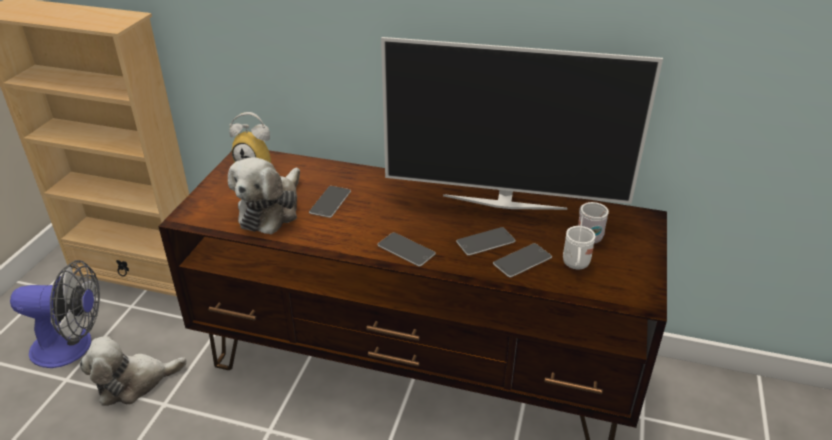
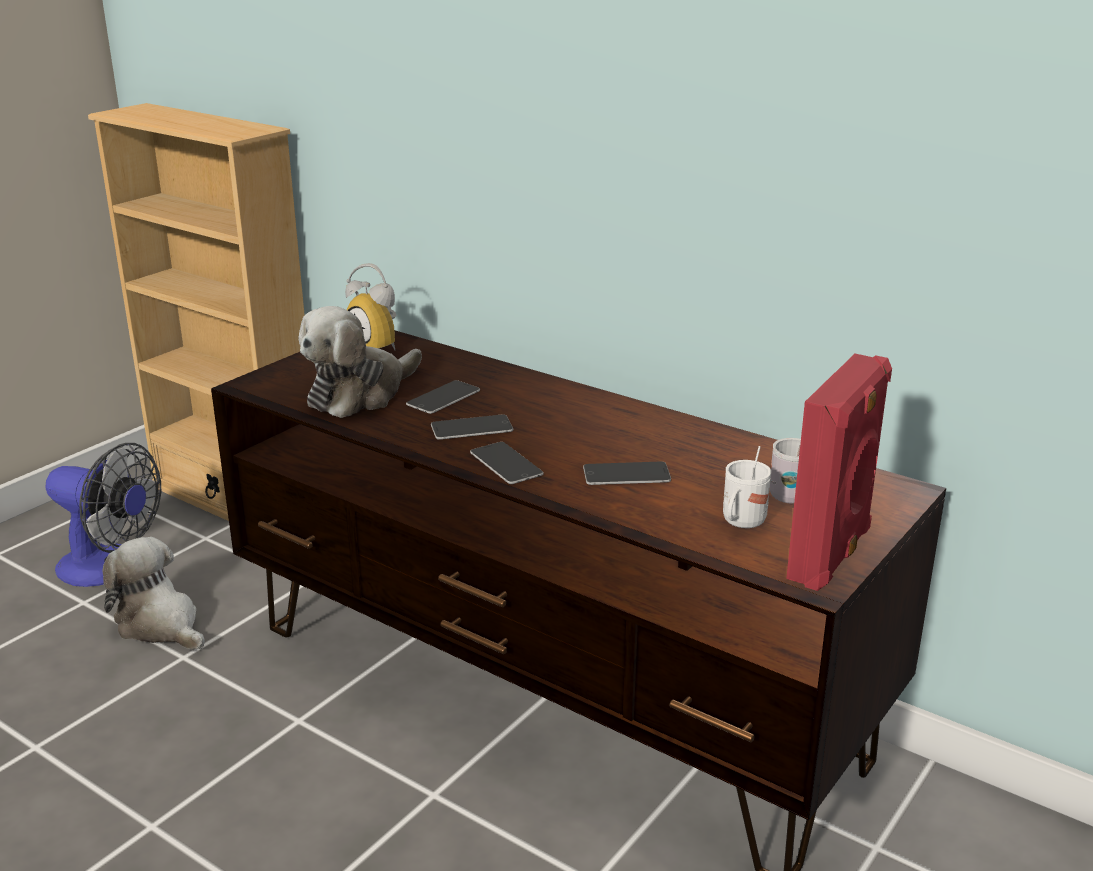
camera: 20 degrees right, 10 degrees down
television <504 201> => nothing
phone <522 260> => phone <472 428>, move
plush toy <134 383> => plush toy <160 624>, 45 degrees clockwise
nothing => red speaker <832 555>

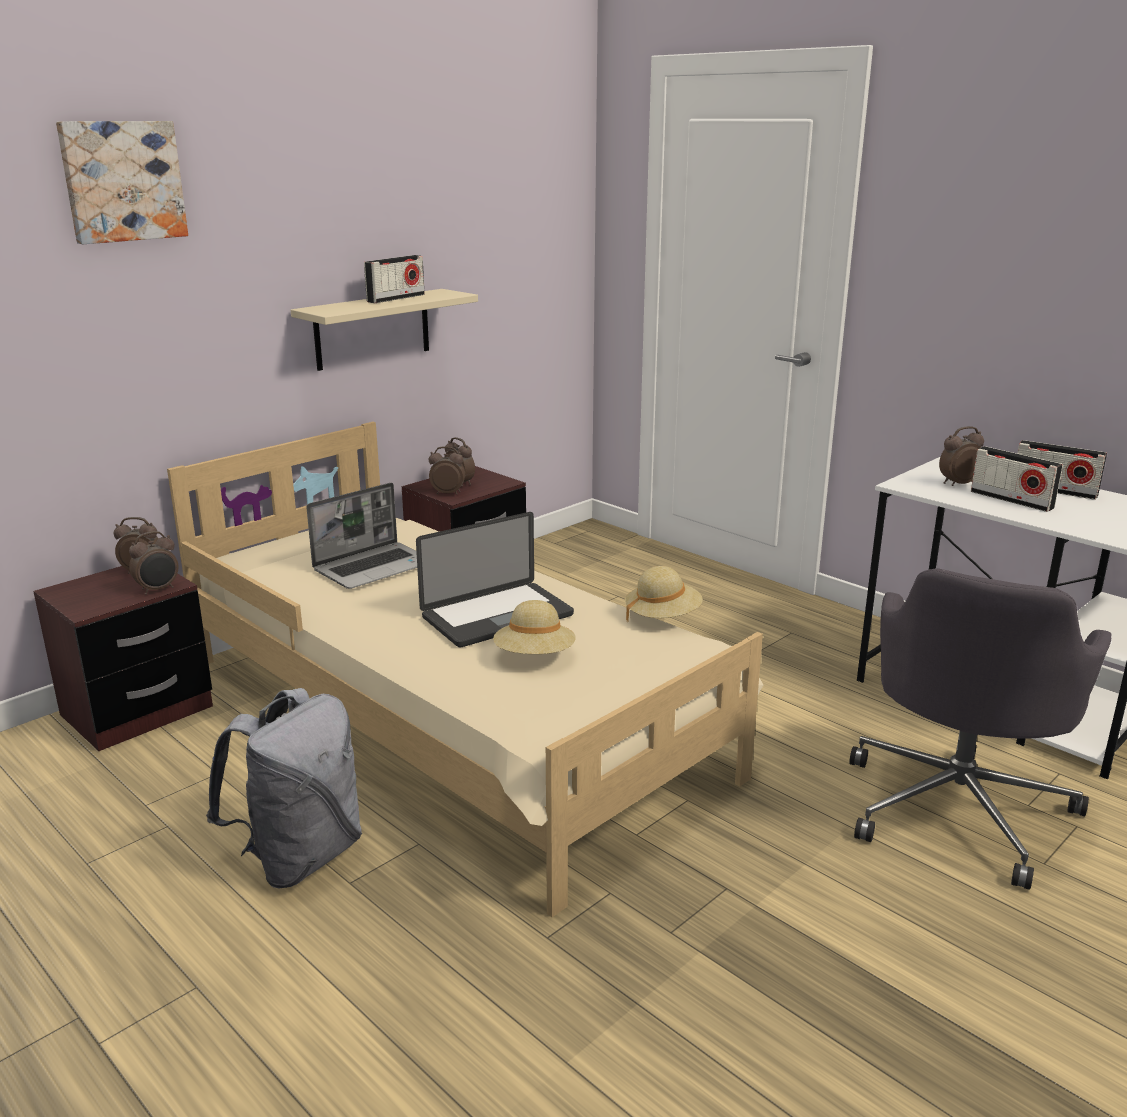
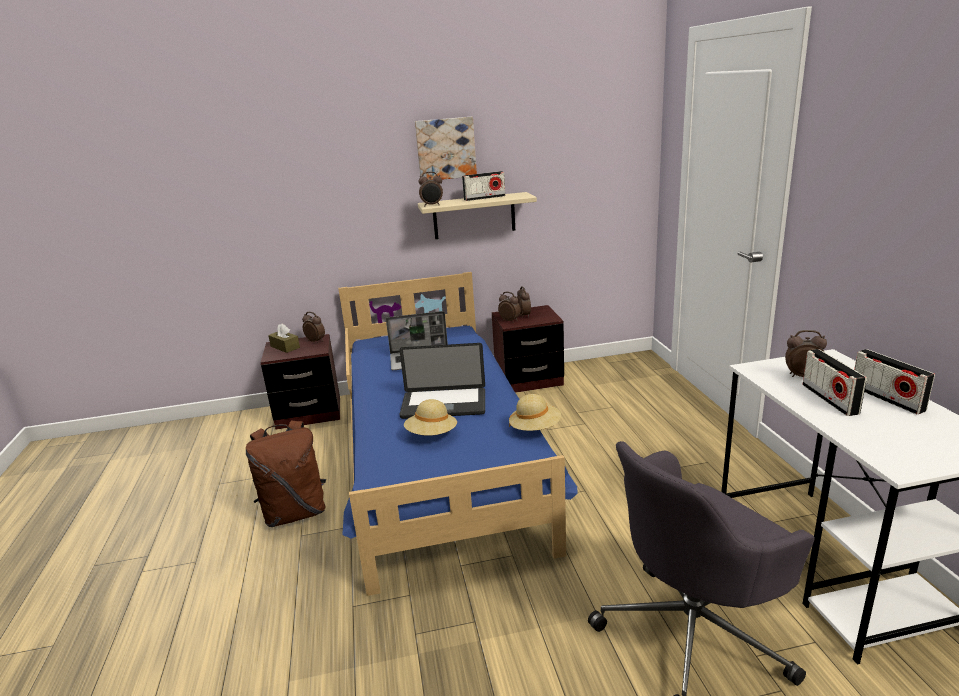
camera: 35 degrees right, 0 degrees up
picture <122 181> => picture <445 148>, move
beige bed <452 717> => blue bed <439 458>
alarm clock <158 589> => alarm clock <432 205>, move
grey backpack <300 857> => brown backpack <295 513>
nothing => brown tissue box <285 347>

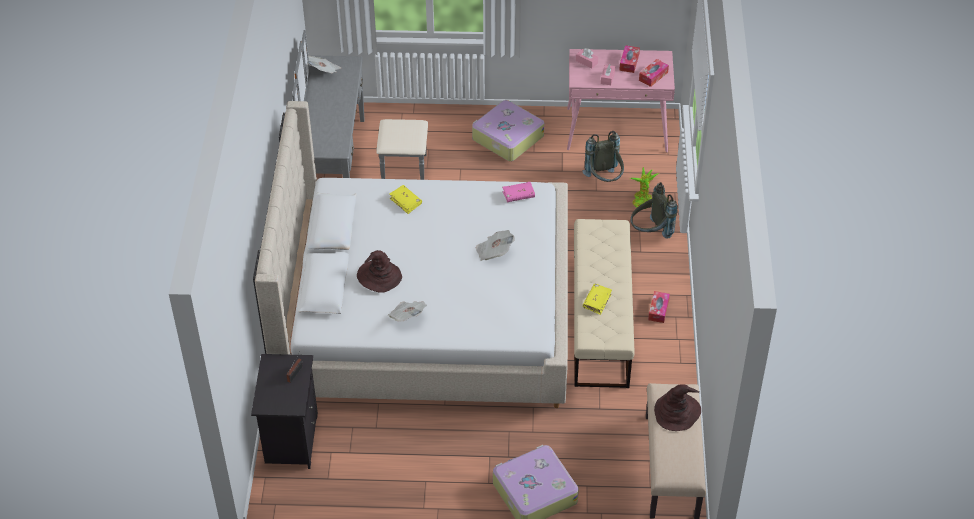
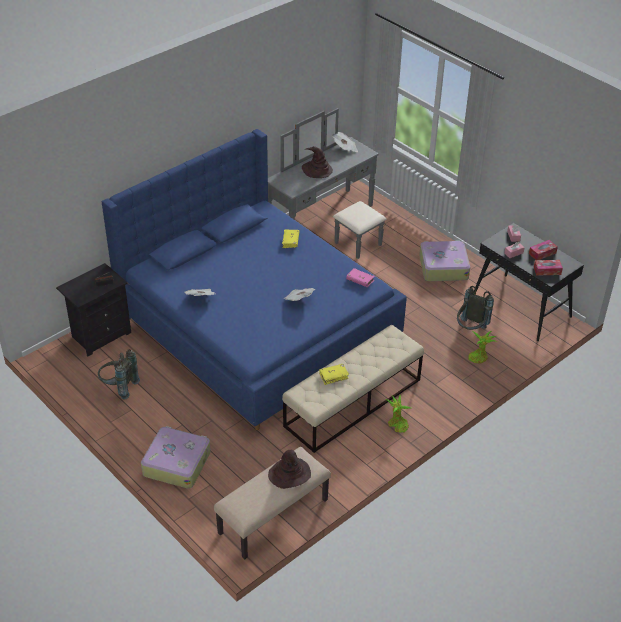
camera: 45 degrees right, 5 degrees down
pink desk <617 130> => black desk <521 307>
beige bed <425 314> => blue bed <257 326>
grey backpack <650 233> => grey backpack <119 387>, move
brown hat <378 277> => brown hat <317 170>, move
tissue box <658 310> => potted plant <397 424>

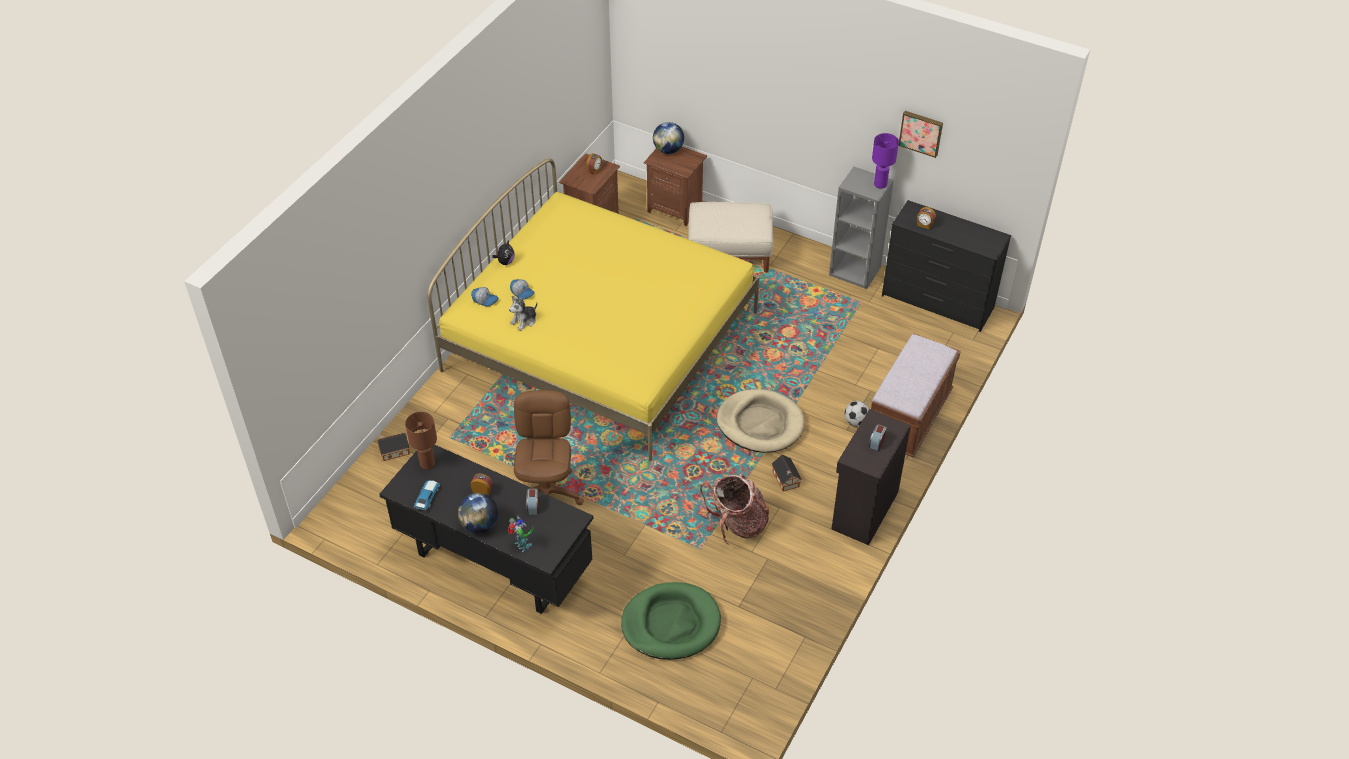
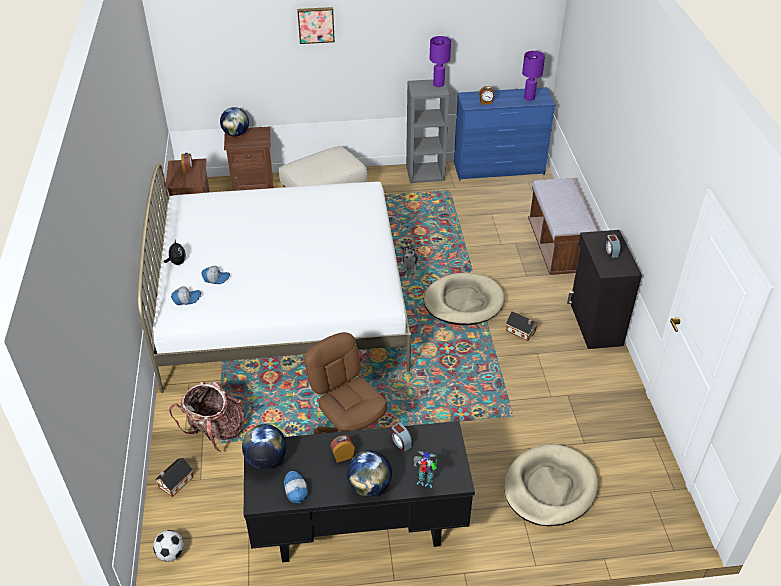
camera: 35 degrees left, 5 degrees down
picture <921 132> => picture <316 24>, move
yellow bed <601 341> => white bed <283 303>
black dresser <937 302> => blue dresser <499 169>
plush toy <524 321> => plush toy <410 265>, move
football <855 422> => football <171 554>, move
brown table lamp <427 463> => globe <266 459>
backpack <737 524> => backpack <216 431>, move
toy car <427 497> => cap <295 490>
green dog bed <671 623> => beige dog bed <549 488>
nothing => purple table lamp <529 98>

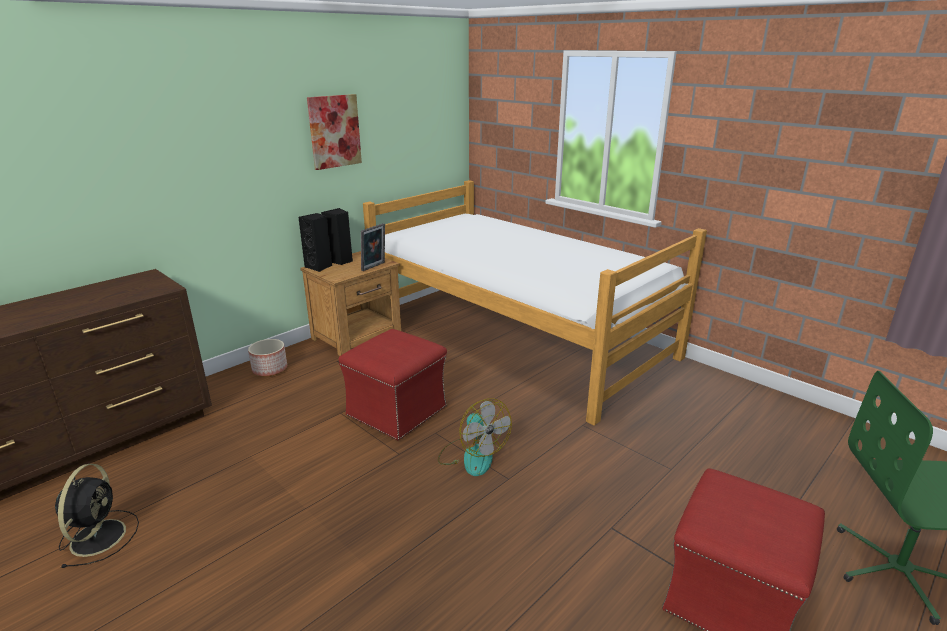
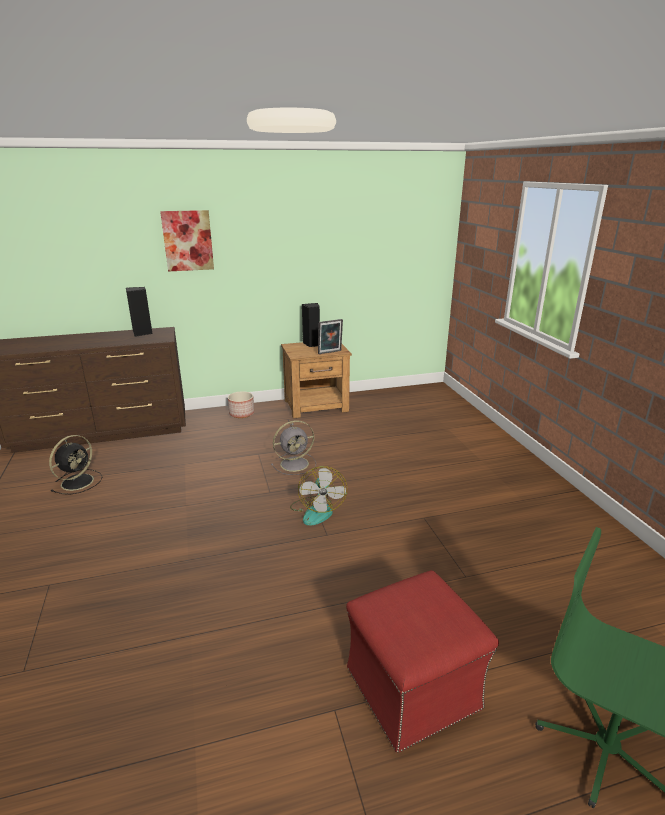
camera: 30 degrees right, 0 degrees up
picture <334 131> => picture <188 241>, move
bed <517 335> => nothing
black speaker <319 267> => black speaker <142 333>, move
red ottoman <397 410> => grey fan <295 464>

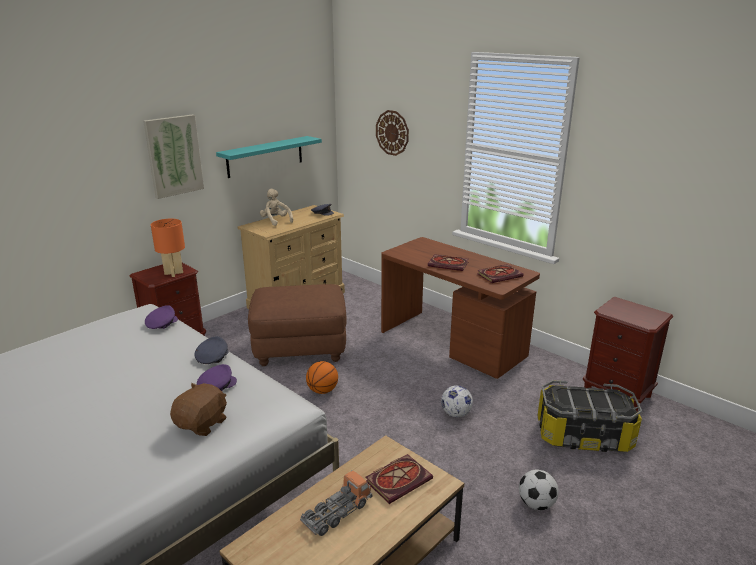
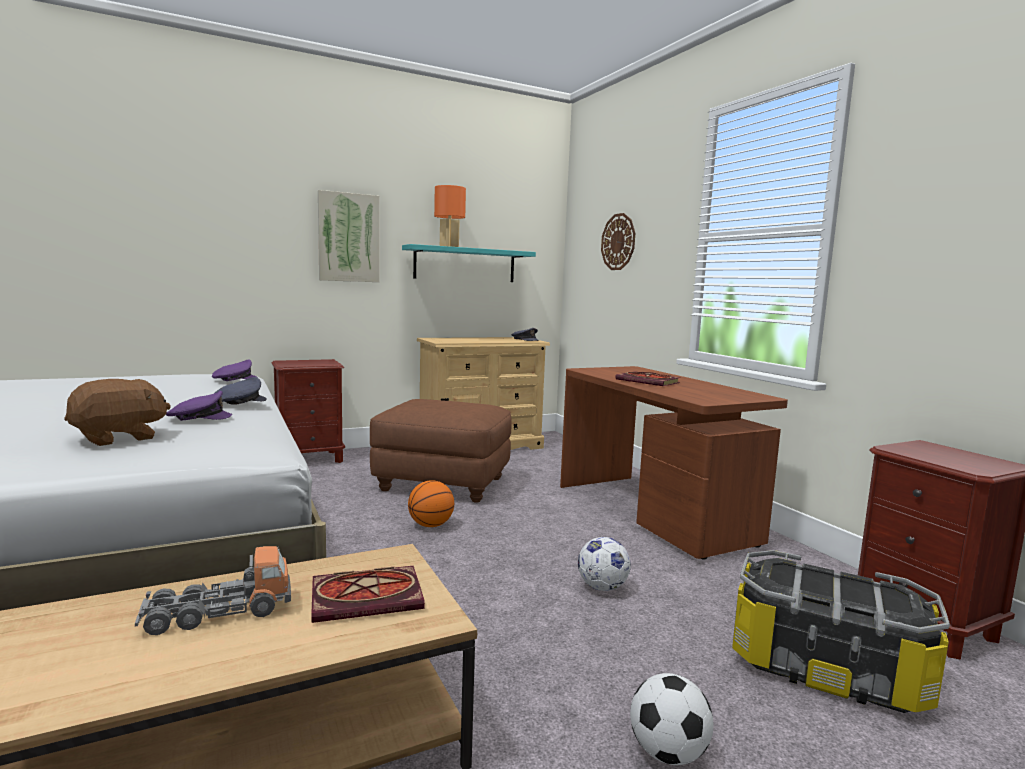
camera: 20 degrees right, 15 degrees down
beige plush toy <275 221> => nothing
orange table lamp <173 273> => orange table lamp <449 247>, move
book <500 275> => nothing

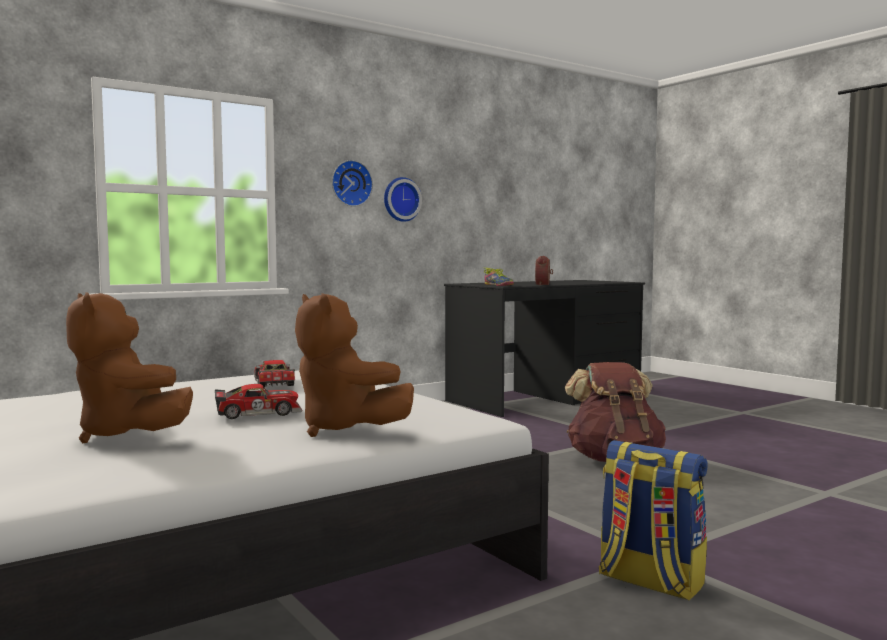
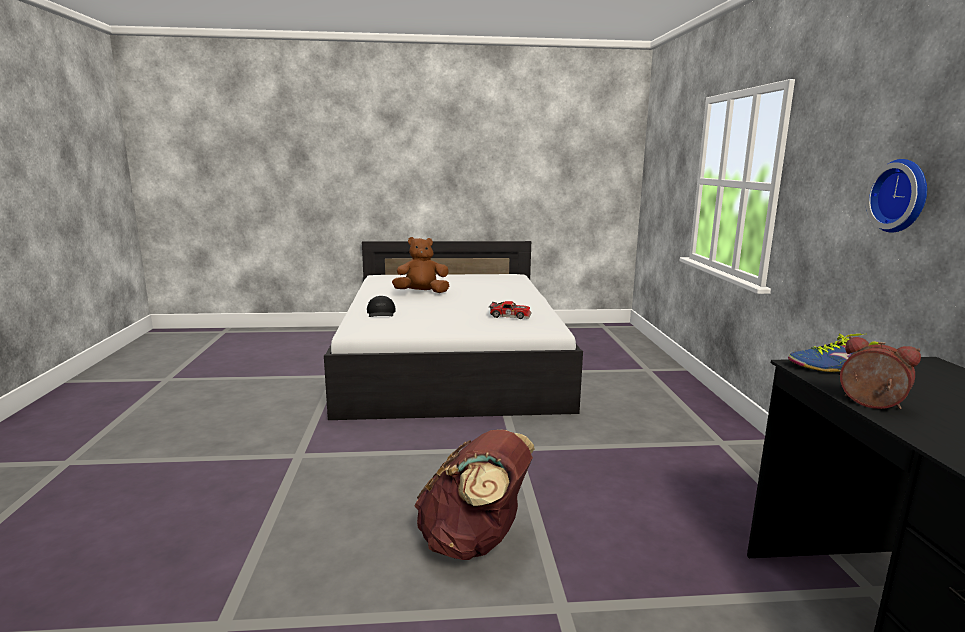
camera: 120 degrees right, 10 degrees up
wall clock <350 183> => nothing
brown plush toy <345 429> => black cap <381 313>
toy car <258 412> => nothing
backpack <649 581> => nothing

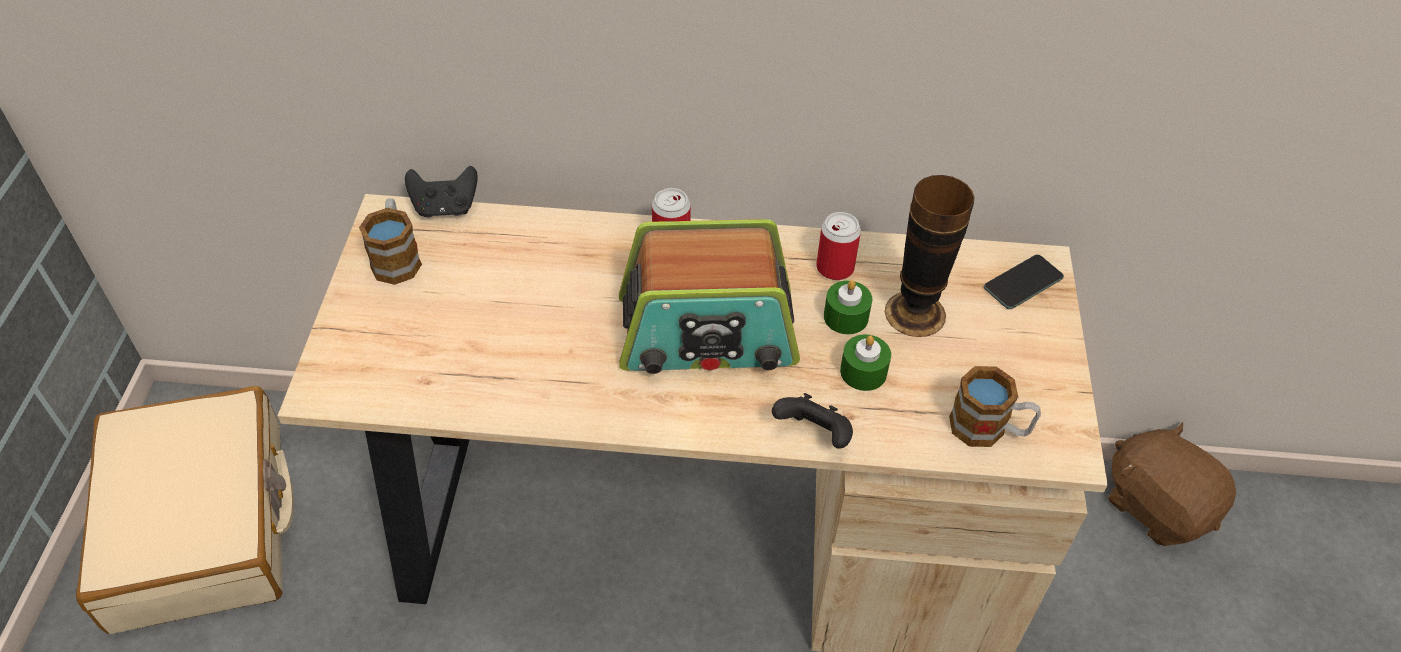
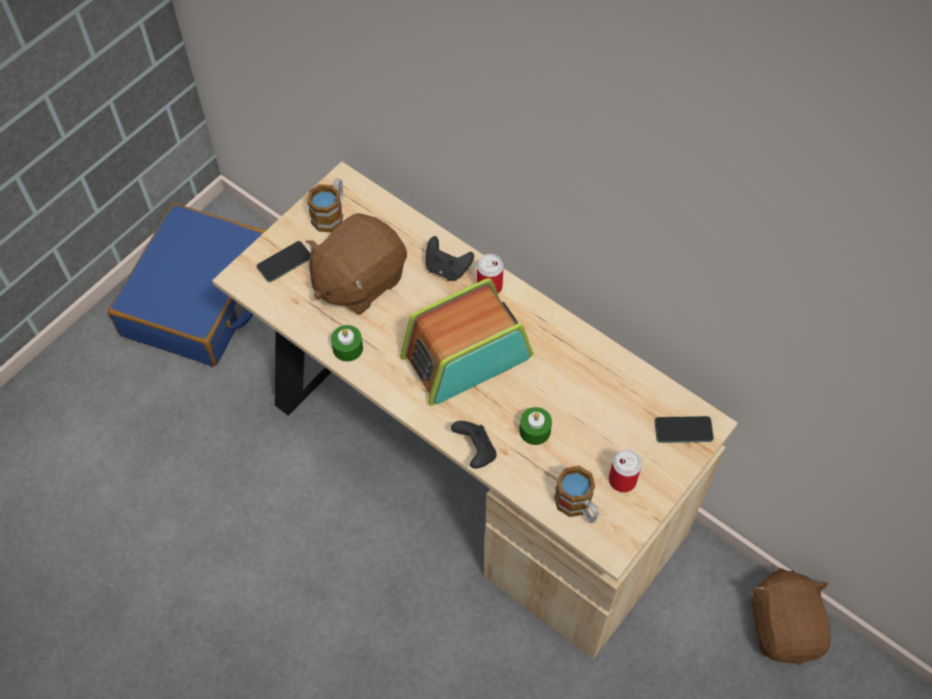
camera: 35 degrees right, 10 degrees up
black game controller <445 208> => black game controller <447 268>, move
vase <915 313> => nothing
can <835 268> => can <622 480>, move
radio <707 333> => radio <465 356>, 120 degrees clockwise
green candle <846 317> => green candle <347 348>, move
beige suitcase <201 525> => blue suitcase <199 298>
nothing => brown plush toy <358 280>
nothing => phone <284 262>

